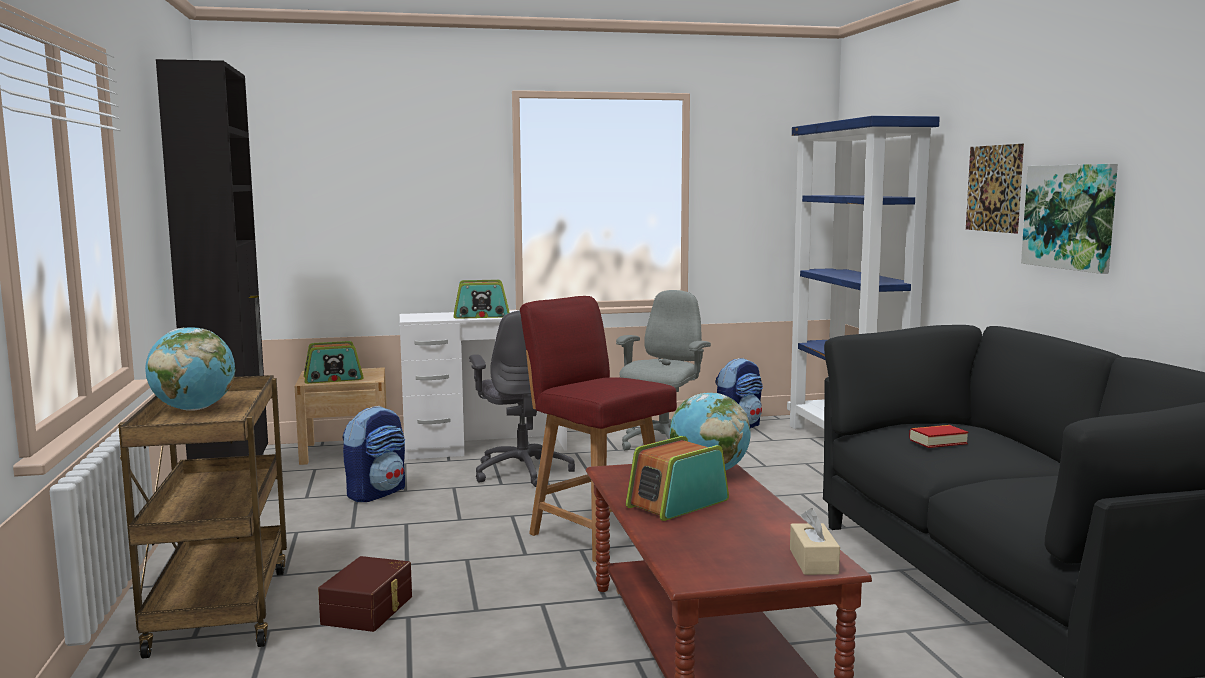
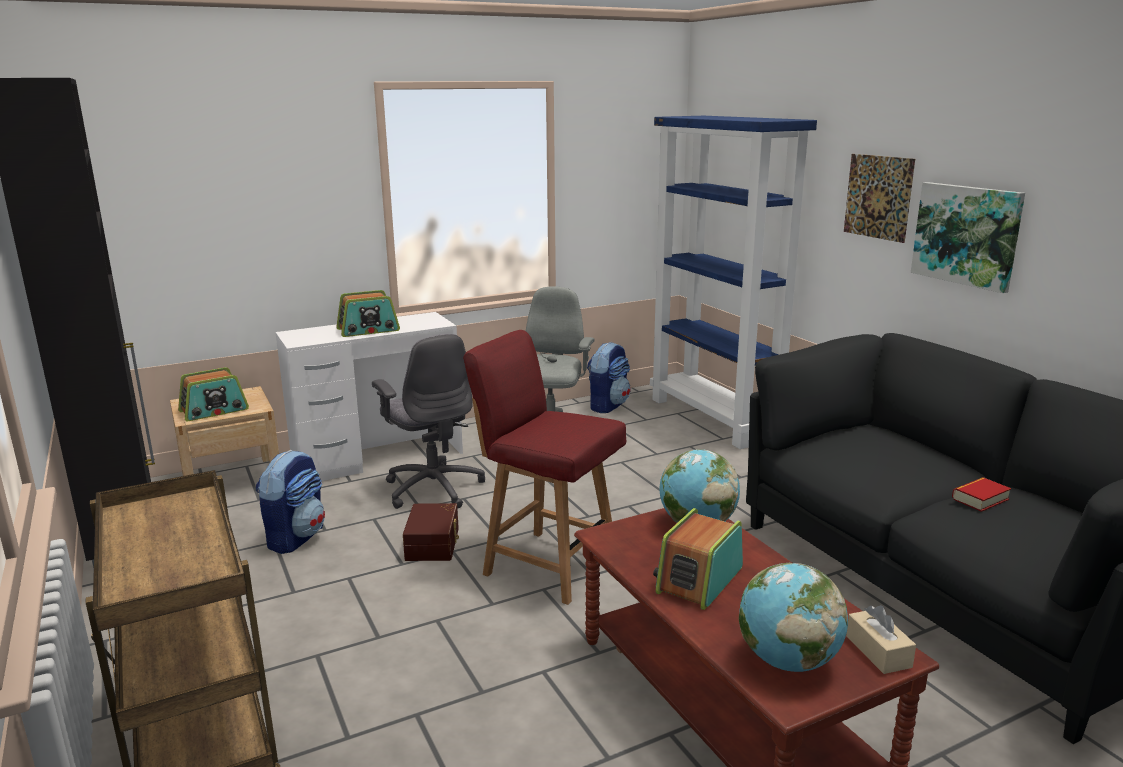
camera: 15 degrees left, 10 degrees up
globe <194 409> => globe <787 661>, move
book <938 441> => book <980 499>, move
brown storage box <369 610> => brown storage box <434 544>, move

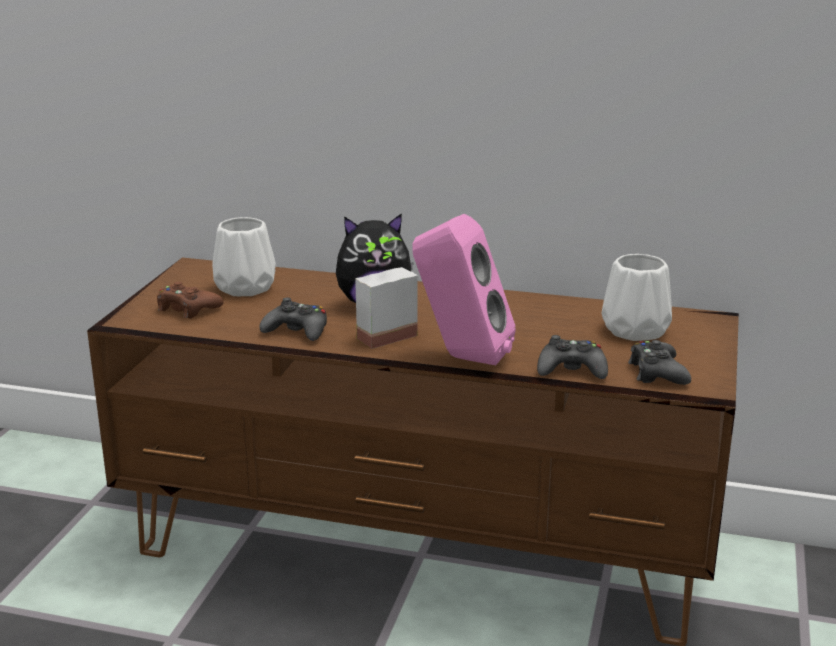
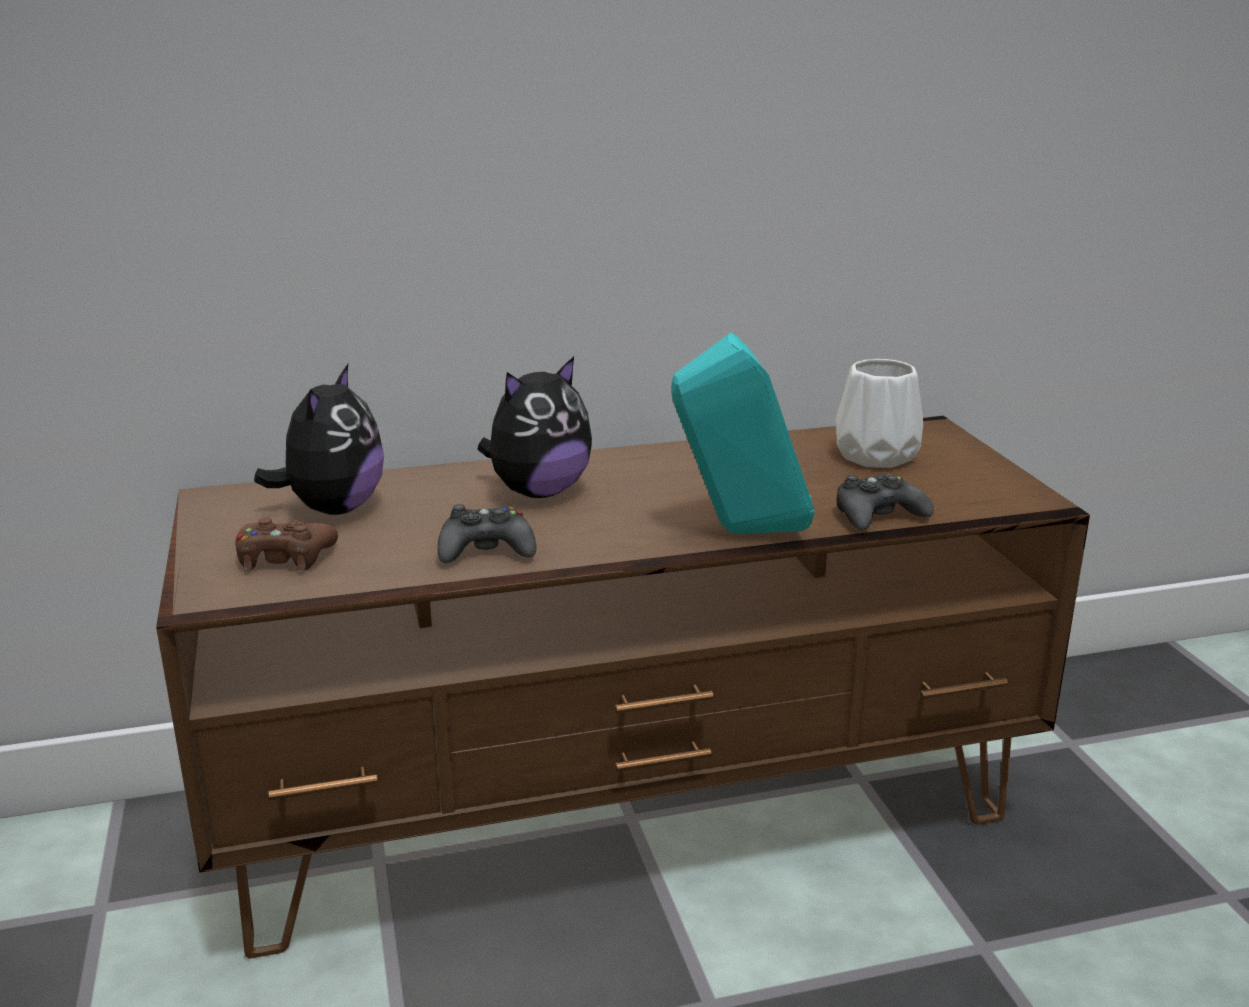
camera: 30 degrees left, 0 degrees up
pink speaker <461 357> => turquoise speaker <738 532>
white vase <245 287> => plush toy <333 509>
potted plant <380 333> => nothing
black game controller <657 373> => nothing

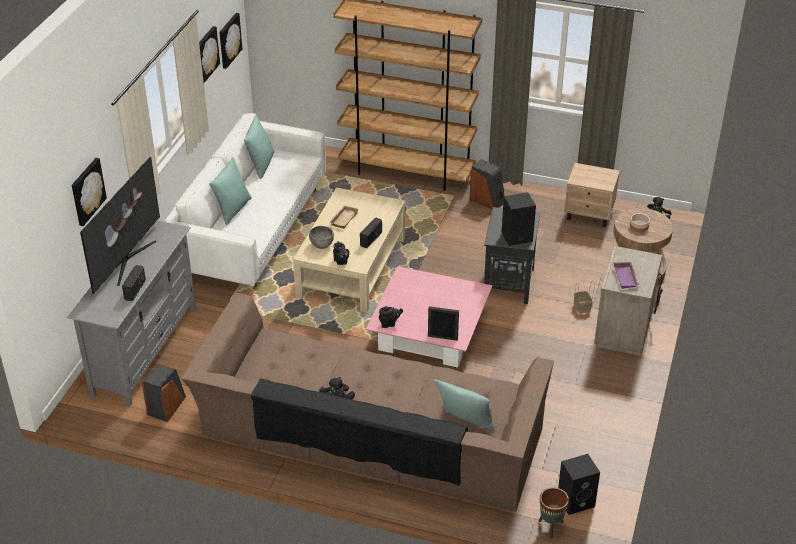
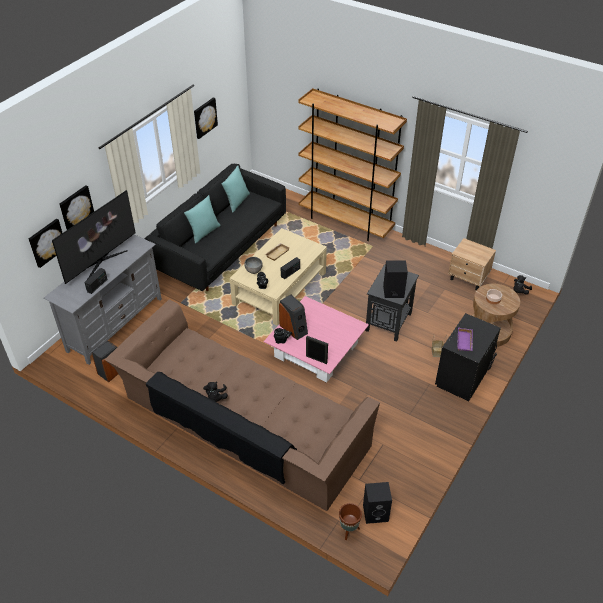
camera: 15 degrees right, 5 degrees up
picture <229 40> => picture <46 242>, move
white sofa <251 230> => black sofa <221 247>
speaker <487 200> => speaker <294 328>, move
beige nightstand <624 330> => black nightstand <463 377>
turquoise pillow <464 424> => nothing

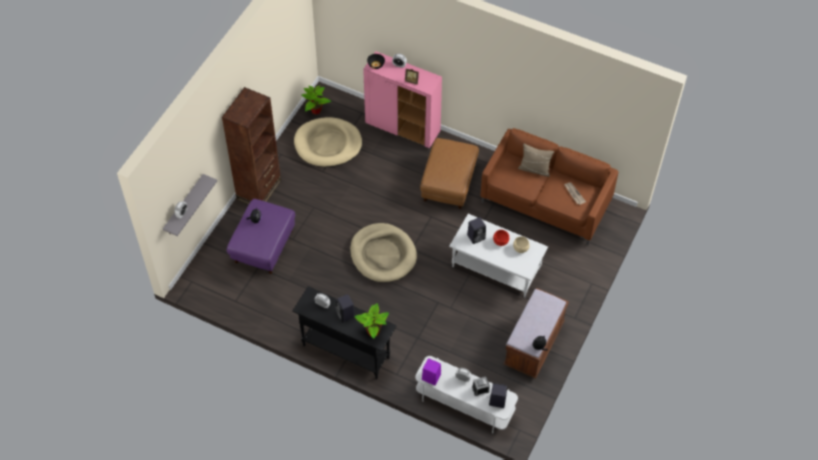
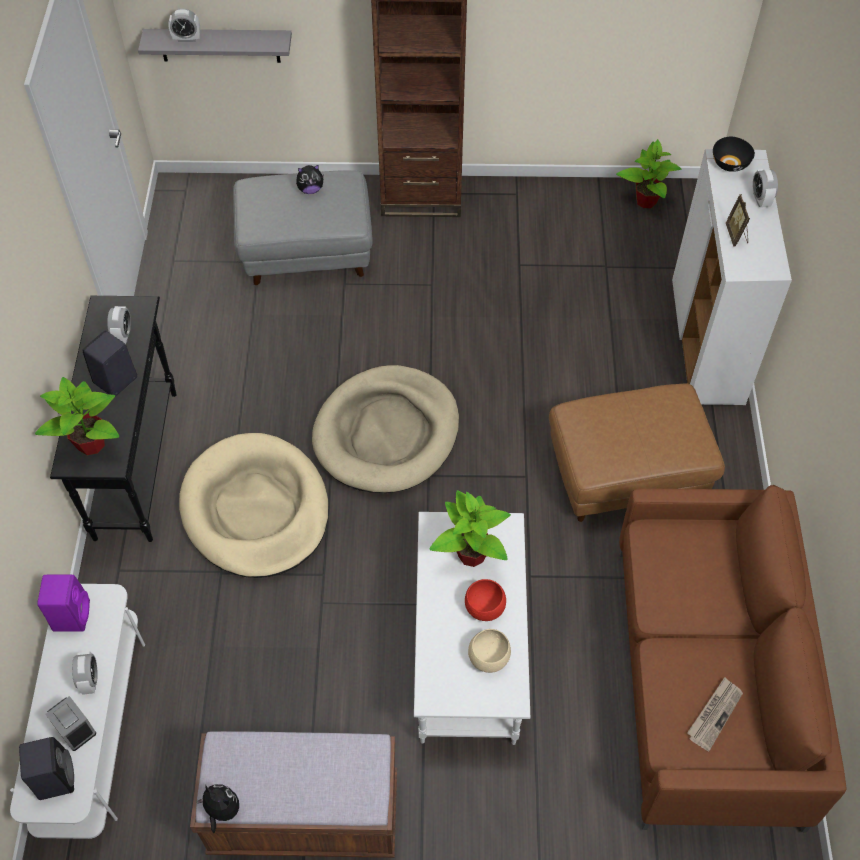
camera: 65 degrees right, 0 degrees up
pink cabinet <403 127> => white cabinet <707 343>
beige dog bed <328 144> => beige dog bed <256 509>, move
beige pillow <534 169> => nothing
purple ottoman <263 246> => grey ottoman <307 250>
black speaker <476 236> => potted plant <471 554>

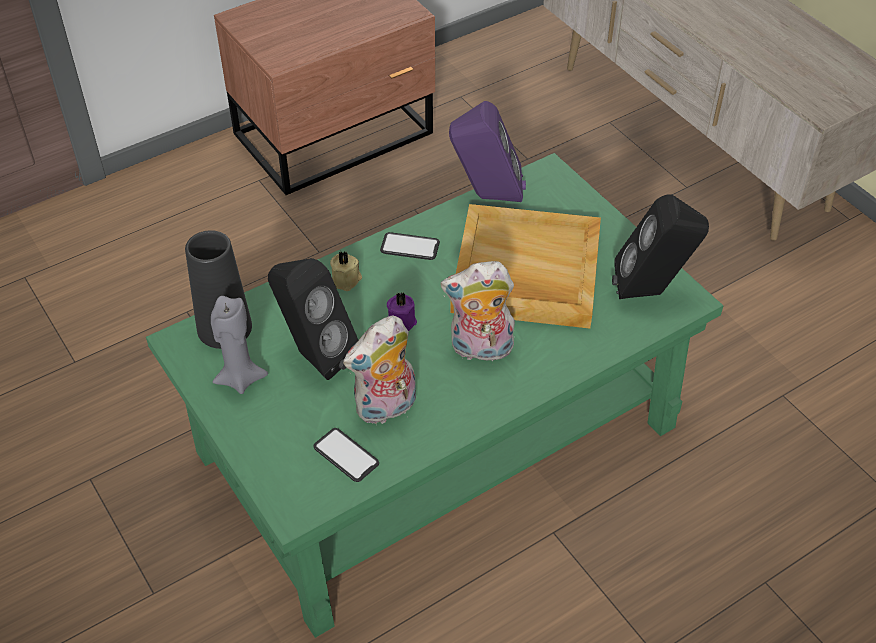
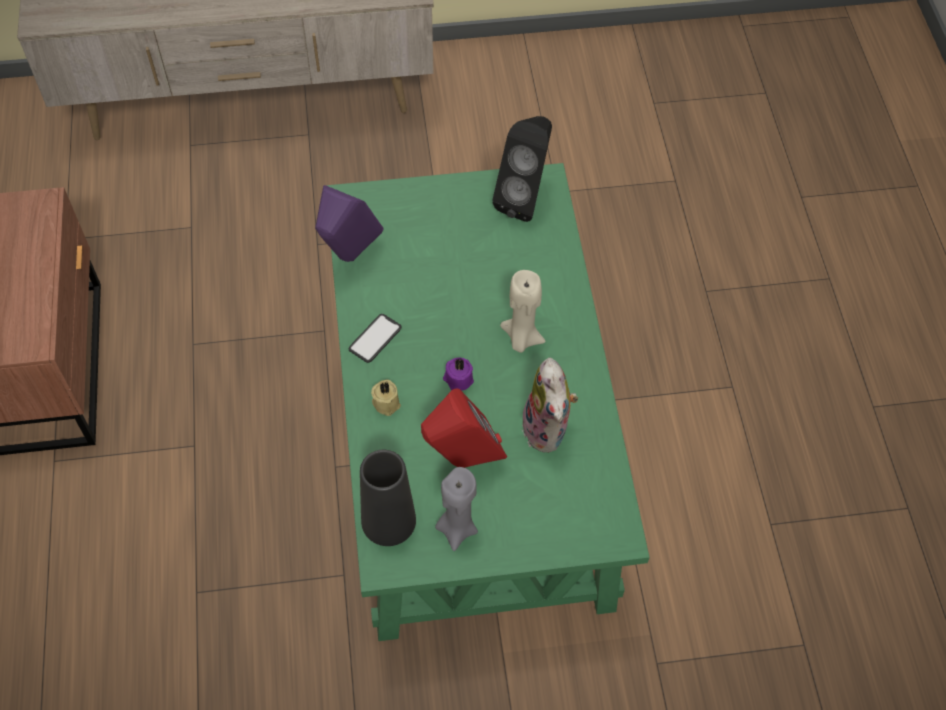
camera: 65 degrees left, 10 degrees up
beige tray <525 271> => nothing
black speaker <314 356> => red speaker <462 461>
plush toy <480 350> => beige candle <521 338>
phone <346 455> => nothing

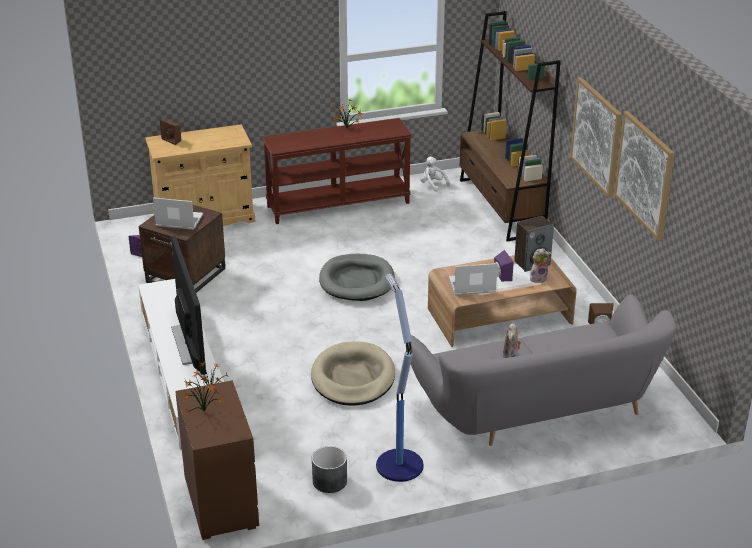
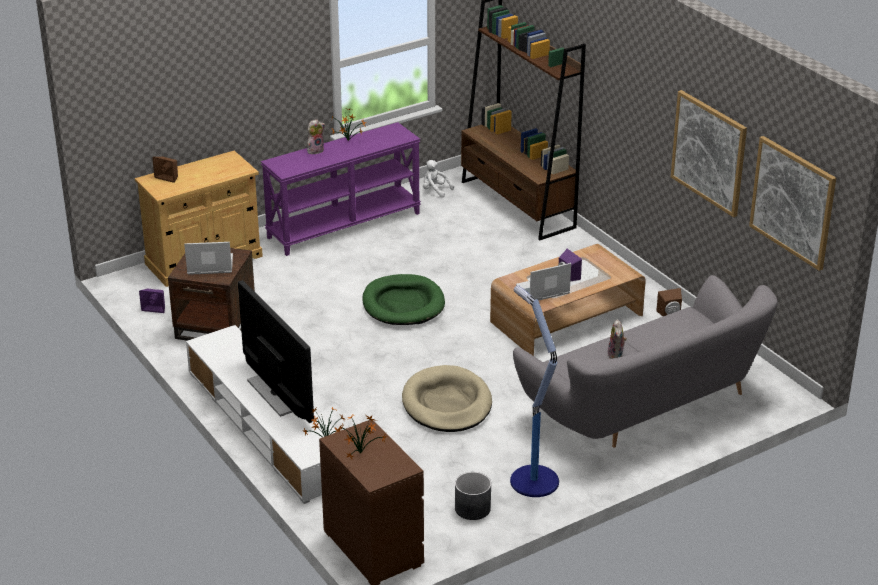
camera: 15 degrees left, 0 degrees up
picture <596 136> => picture <793 202>, move
brown console table <338 204> => purple console table <344 225>
speaker <532 263> => nothing
plush toy <538 278> => plush toy <315 150>, move
grey dog bed <357 281> => green dog bed <403 304>

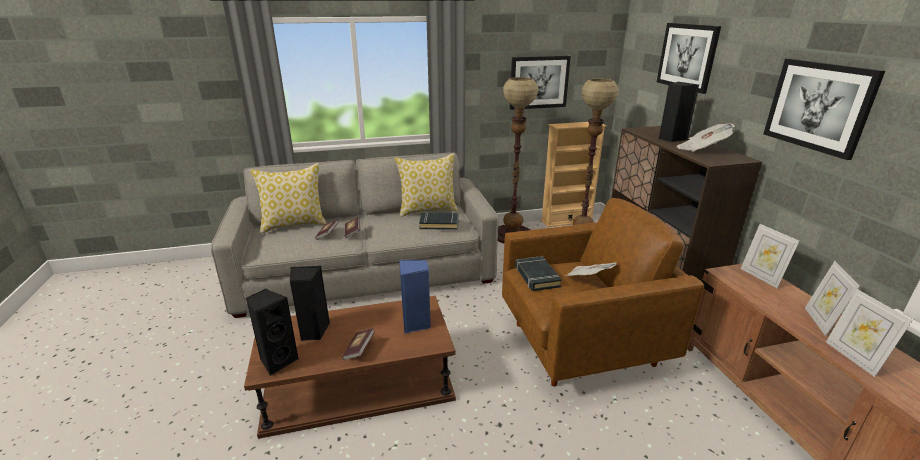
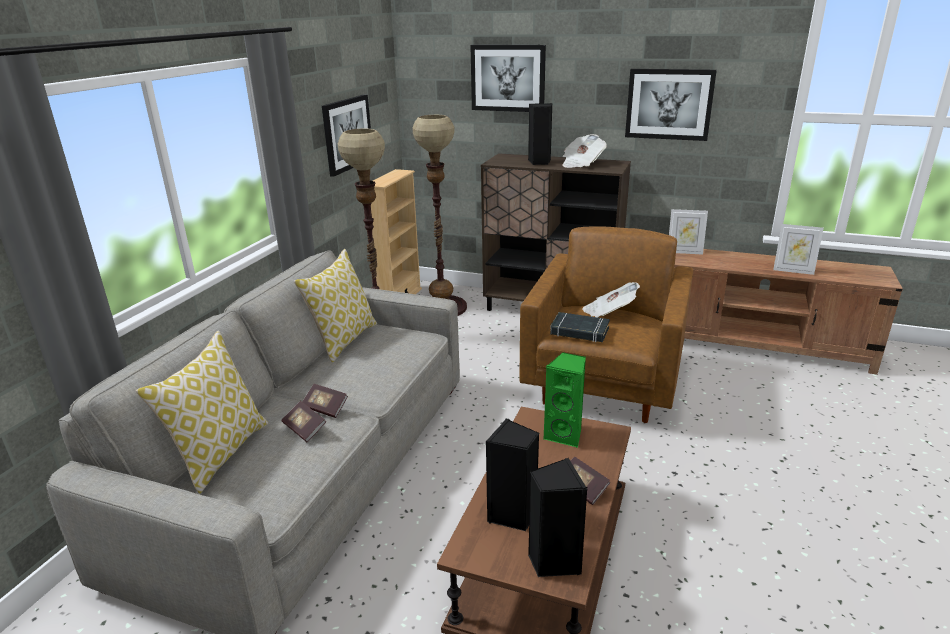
camera: 55 degrees left, 0 degrees up
black book <439 224> => nothing
blue speaker <416 324> => green speaker <565 435>
picture frame <820 322> => nothing

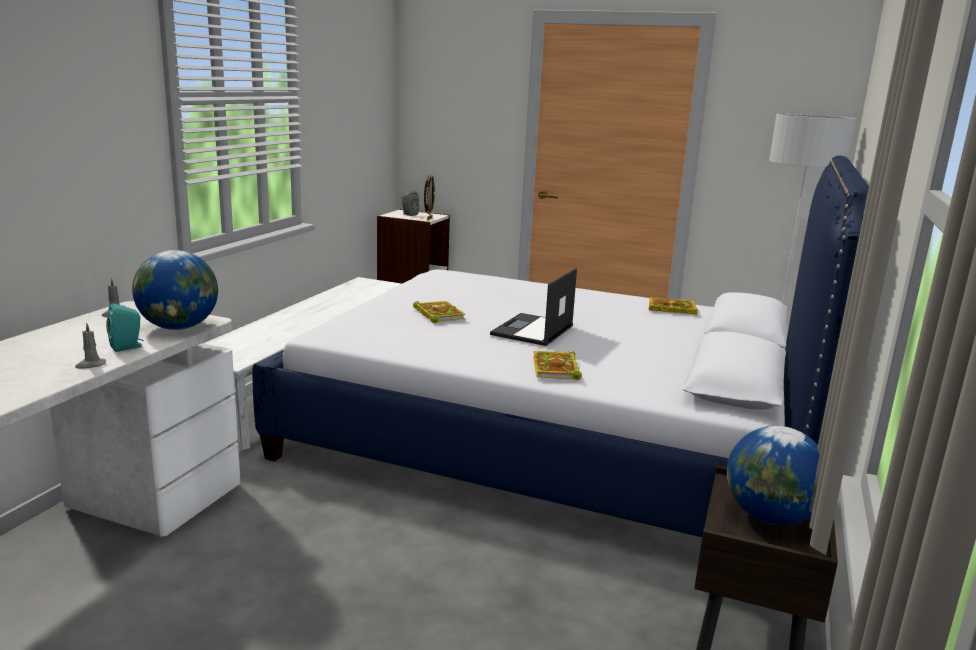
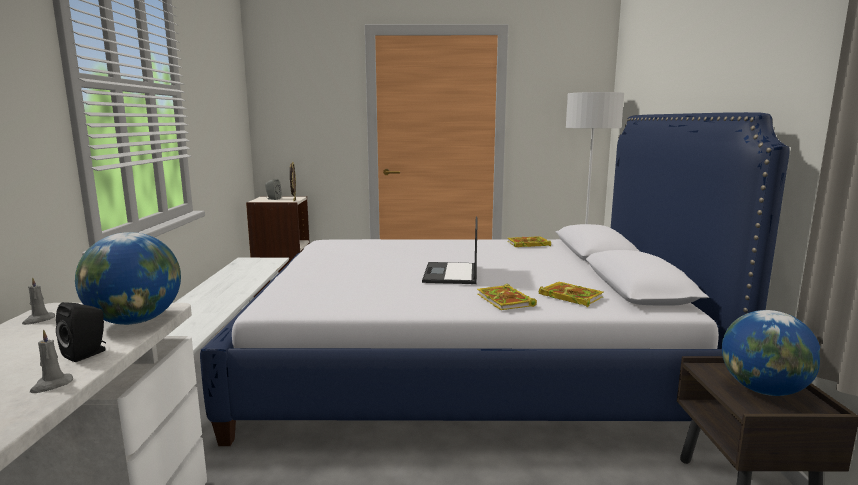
camera: 20 degrees left, 5 degrees down
book <438 314> => book <569 296>, move
turquoise speaker <128 347> => black speaker <88 353>

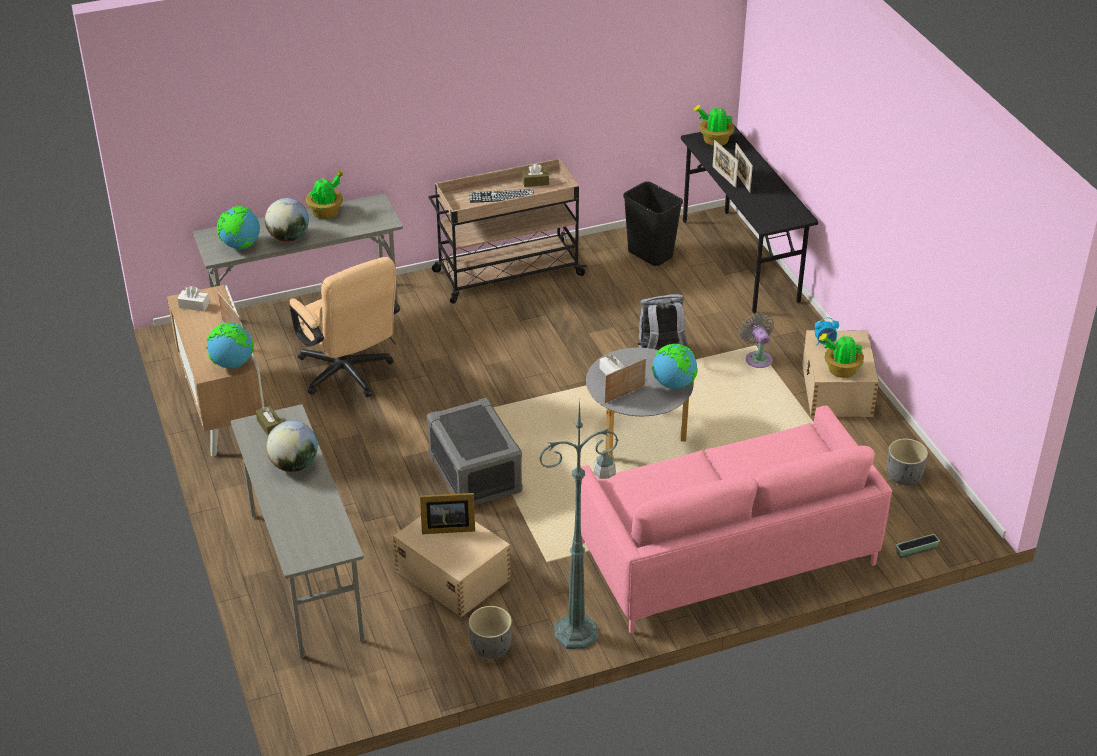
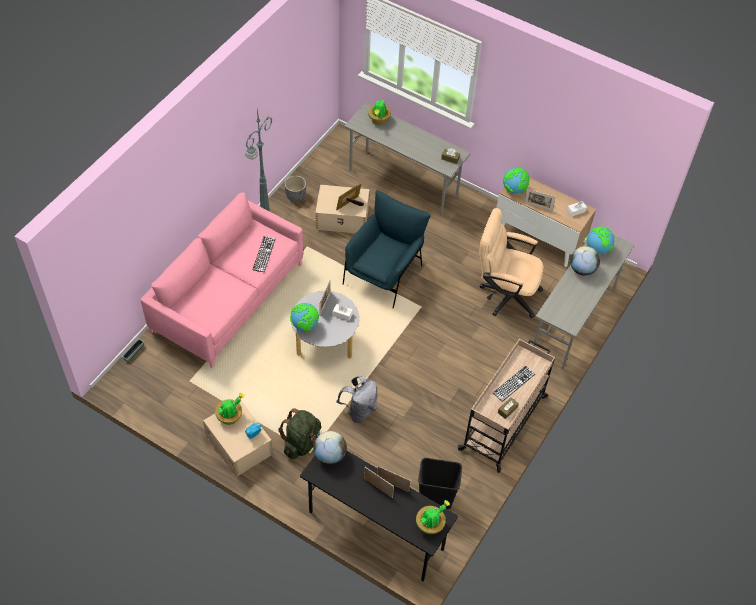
camera: 140 degrees right, 15 degrees up
potted plant <327 212> => potted plant <379 120>, move
grey fan <757 358> => green backpack <301 442>
grey storage box <474 473> => blue armchair <384 273>
globe <294 465> => globe <330 455>, move
grey planter <904 476> => nothing
nothing => keyboard <264 254>

